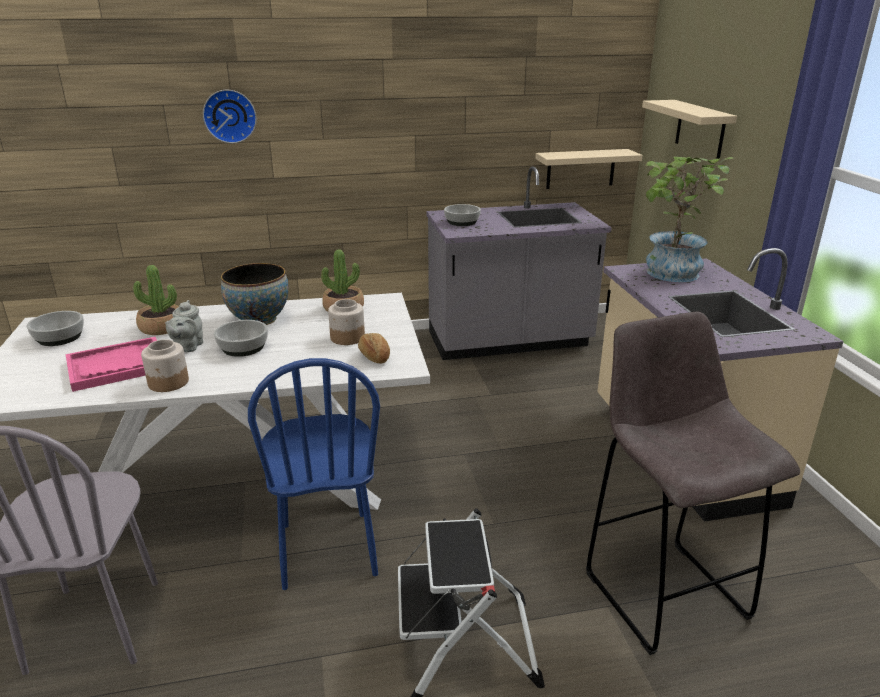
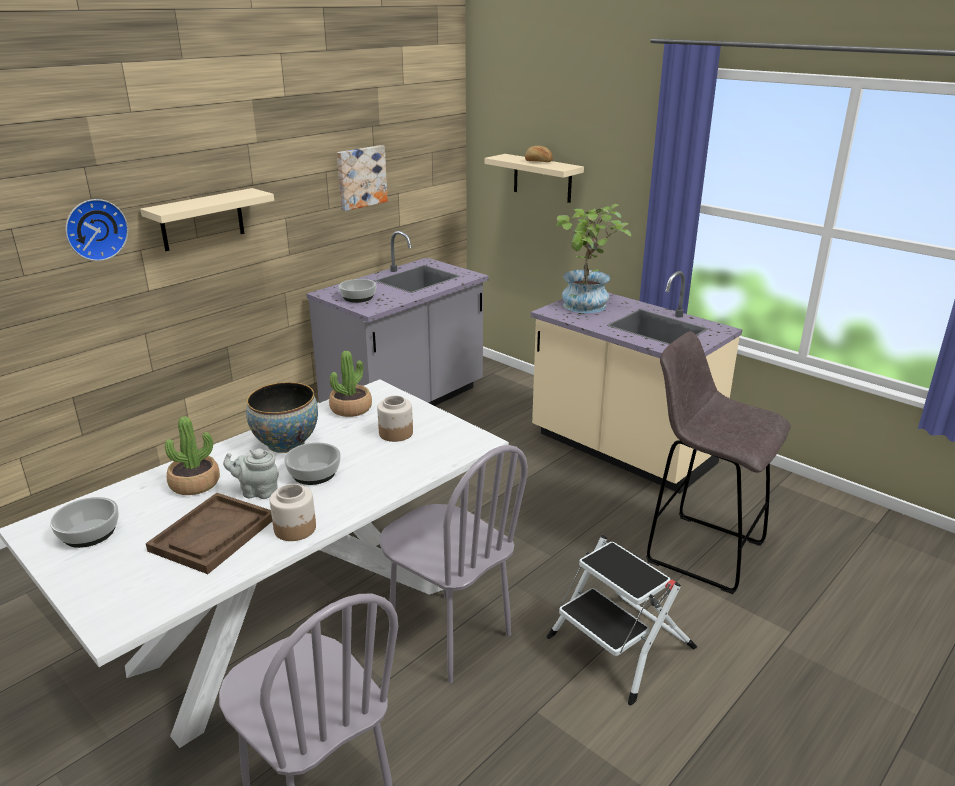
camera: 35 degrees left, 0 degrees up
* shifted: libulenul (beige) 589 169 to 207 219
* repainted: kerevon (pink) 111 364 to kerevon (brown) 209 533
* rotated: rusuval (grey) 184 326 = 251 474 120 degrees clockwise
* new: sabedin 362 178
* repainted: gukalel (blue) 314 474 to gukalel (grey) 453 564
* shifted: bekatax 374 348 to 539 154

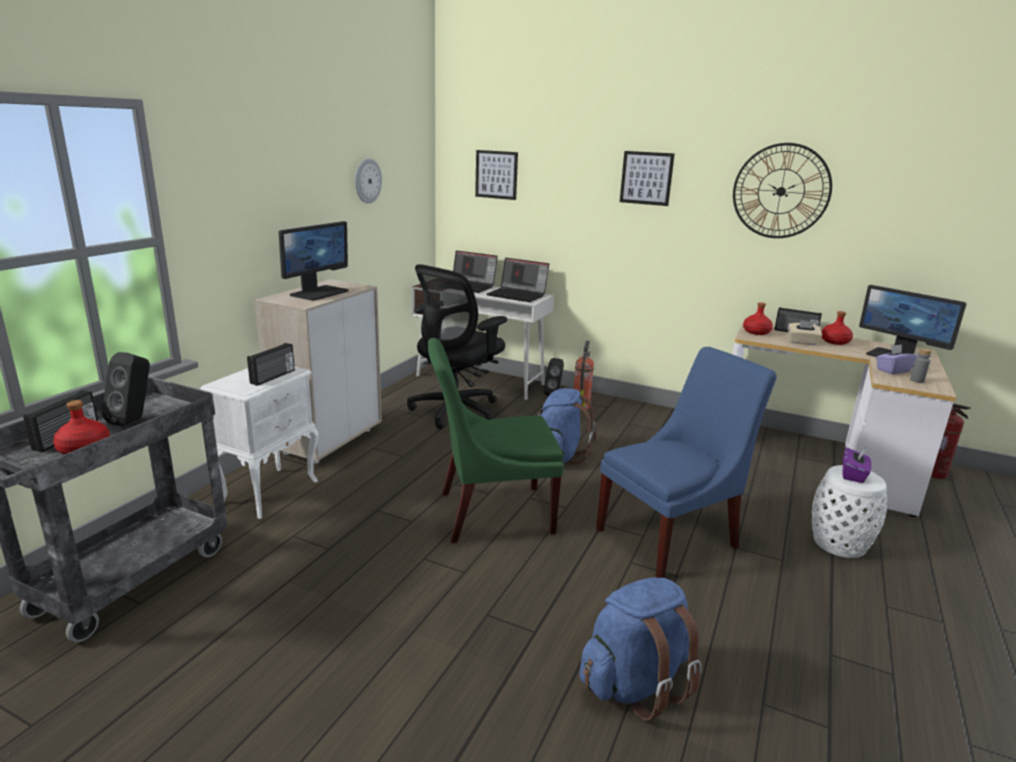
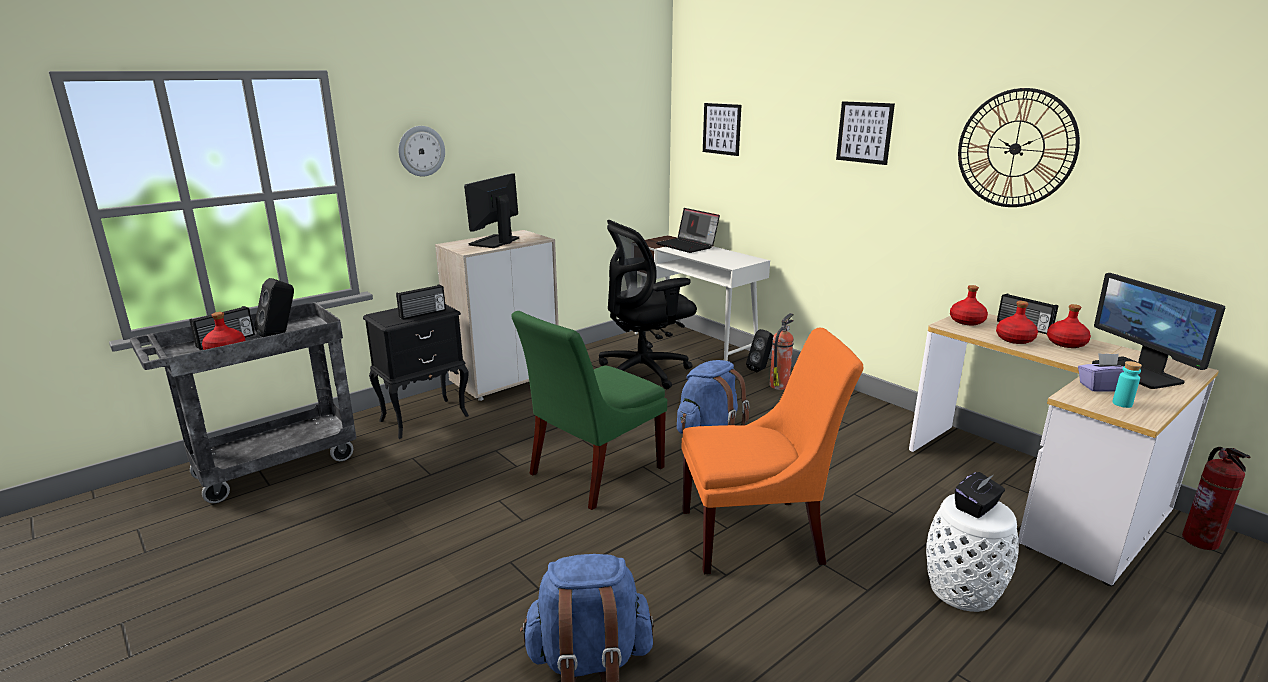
camera: 25 degrees right, 0 degrees up
* repainted: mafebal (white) 259 443 to mafebal (black) 416 371
* shifted: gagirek 368 181 to 421 151
* rotated: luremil 314 261 = 491 210 150 degrees clockwise
* rotated: gukalel (green) 496 440 = 589 410 60 degrees counterclockwise
* repainted: gukalel (blue) 686 462 to gukalel (orange) 772 451
* repainted: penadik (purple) 857 465 to penadik (black) 980 495
* swapped: penadik (beige) 805 332 to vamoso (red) 1017 322
* repainted: vamoso (grey) 921 365 to vamoso (turquoise) 1127 384
* gone: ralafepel 518 280

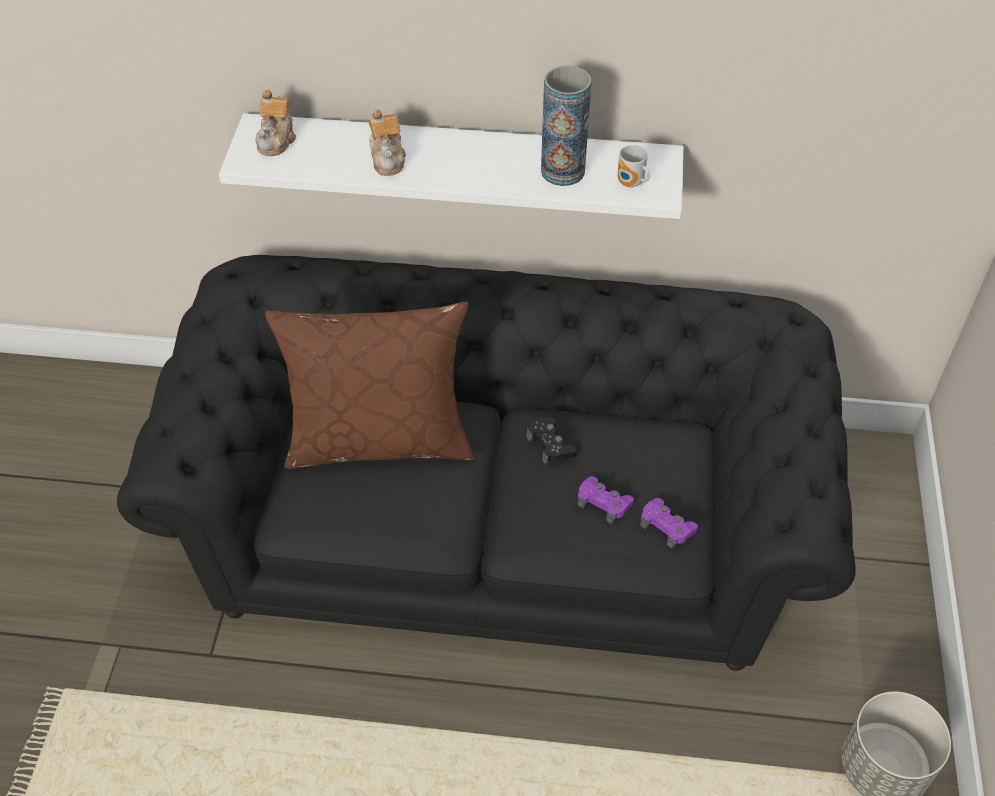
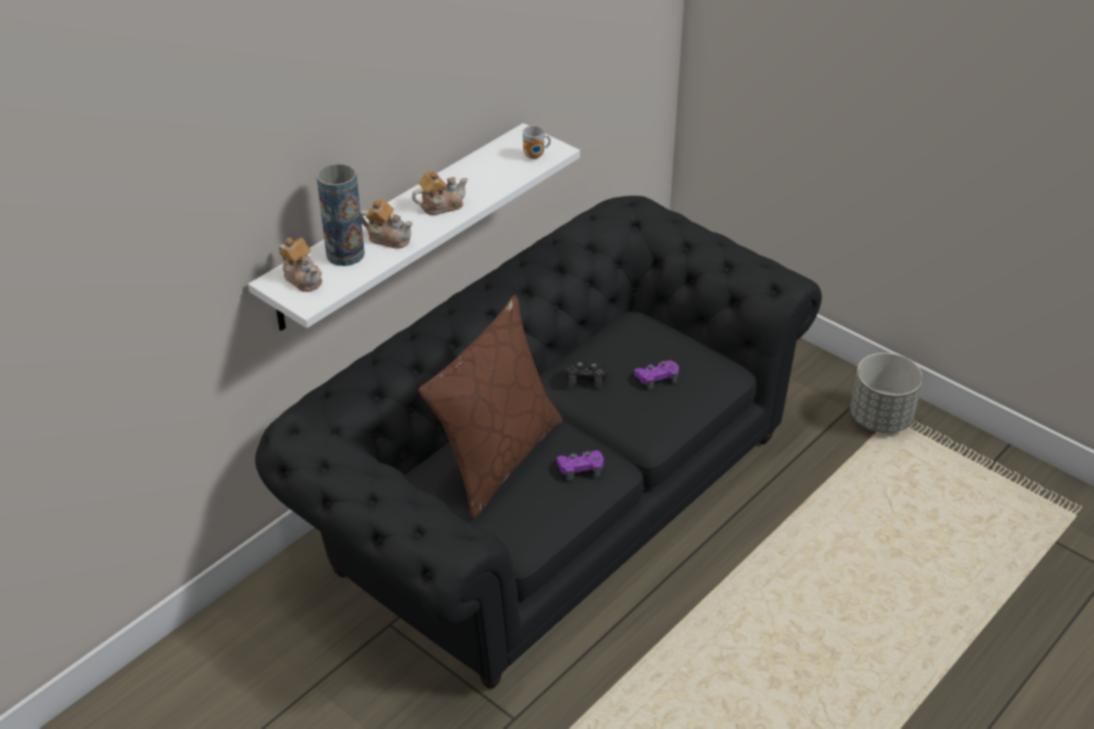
camera: 55 degrees left, 10 degrees down
* shifted: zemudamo 566 125 to 340 215
* new: rusuval 440 193
* shifted: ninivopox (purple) 669 523 to 580 465

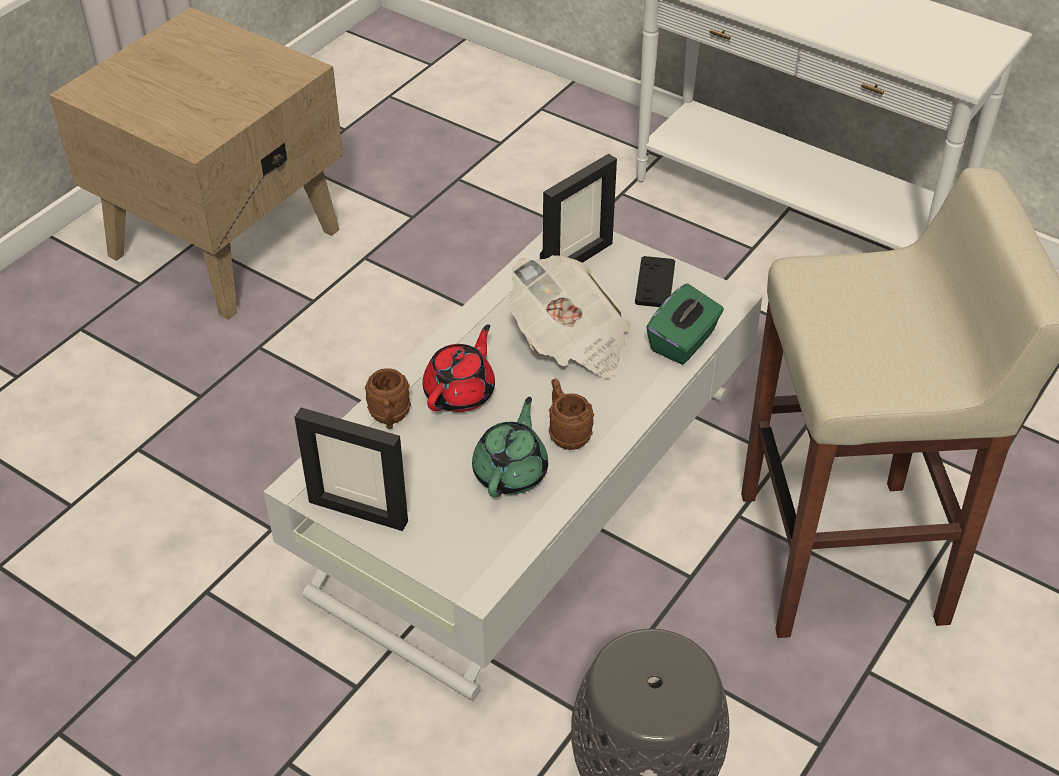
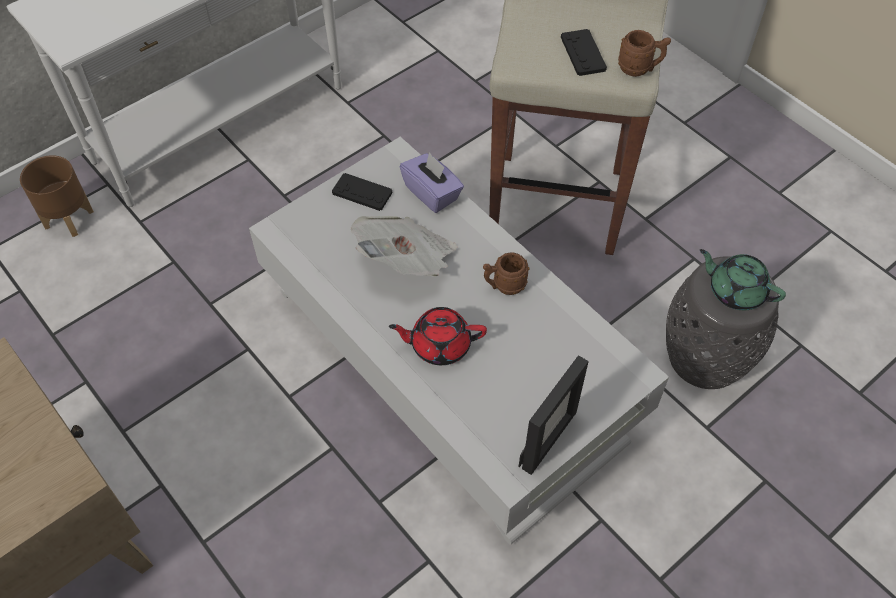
camera: 75 degrees left, 10 degrees up
* new: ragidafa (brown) 57 196
* rotated: rusuval (red) 459 368 = 438 336 45 degrees counterclockwise
* repainted: penadik (green) 685 324 to penadik (purple) 432 182
* new: ninivopox (black) 584 52
* shifted: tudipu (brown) 388 398 to 644 53
* shifted: rusuval (green) 510 447 to 743 279
* gone: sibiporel 578 208

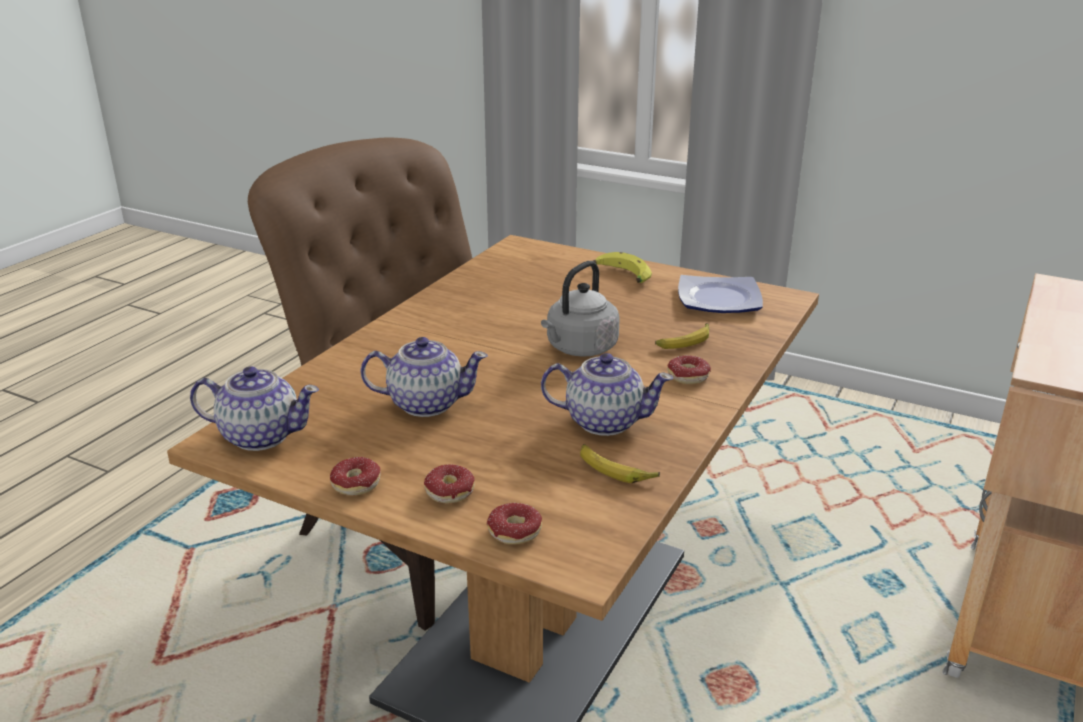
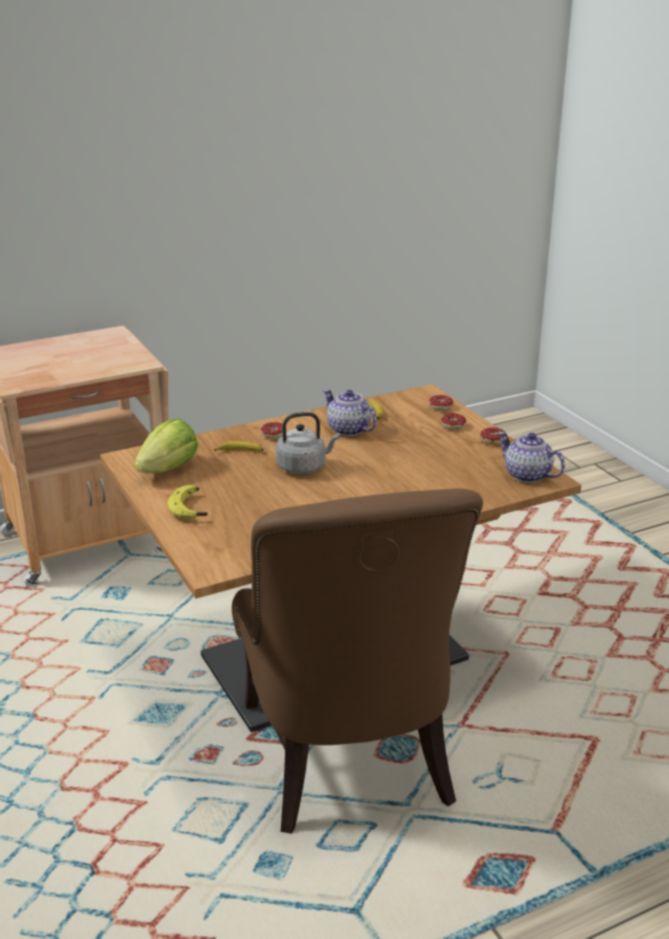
camera: 145 degrees left, 0 degrees up
* swapped: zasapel 720 294 to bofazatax 166 446
* gone: rusuval 424 377

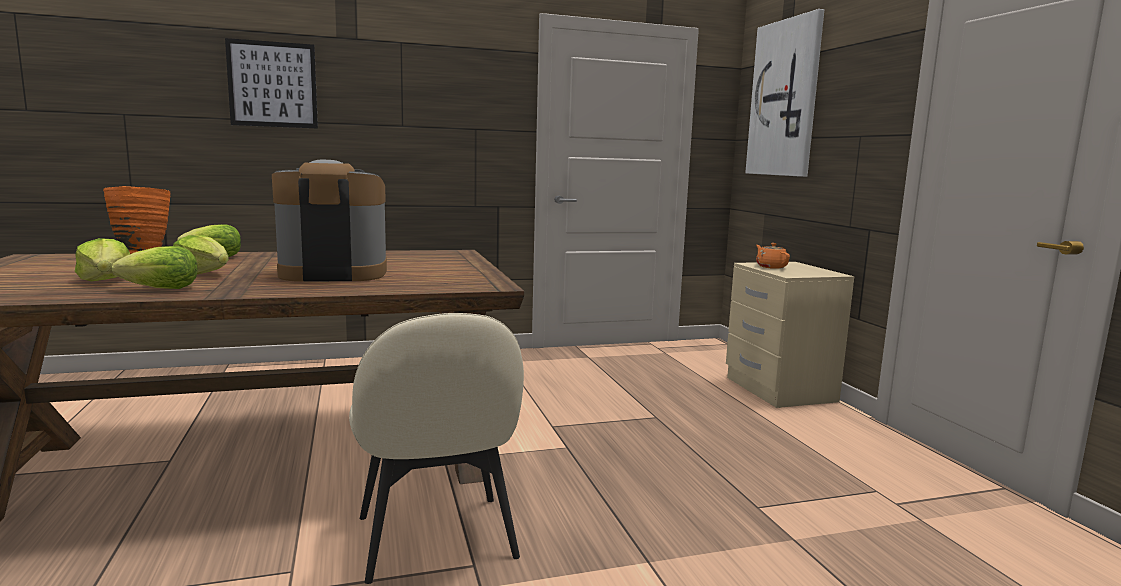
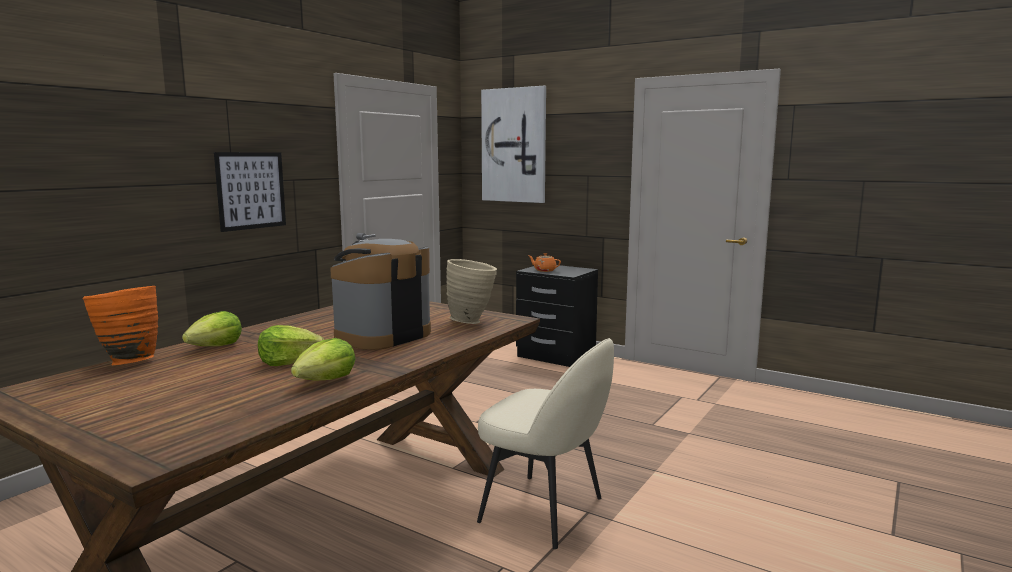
camera: 40 degrees left, 0 degrees up
* shifted: sabedin 271 83 to 250 192
* new: zemudamo (beige) 471 291
* repainted: mafebal (beige) 790 335 to mafebal (black) 557 316
* gone: bofazatax 102 259

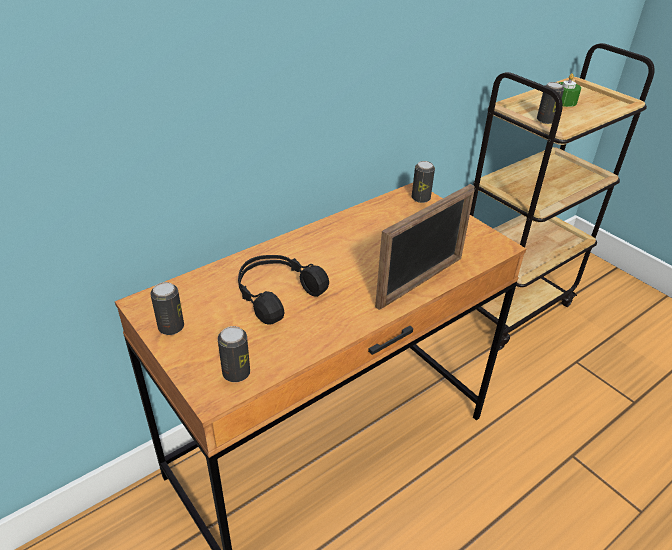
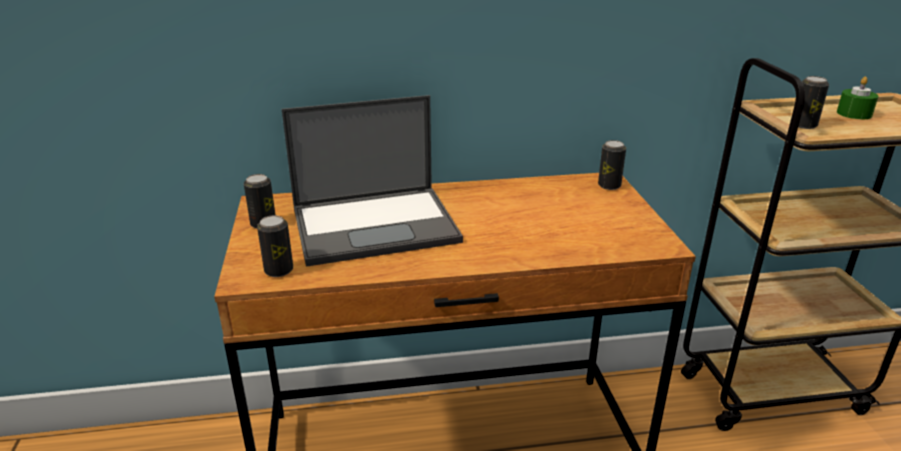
camera: 30 degrees right, 10 degrees down
* swapped: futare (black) 283 289 to ralafepel 372 181
* gone: sibiporel 425 247

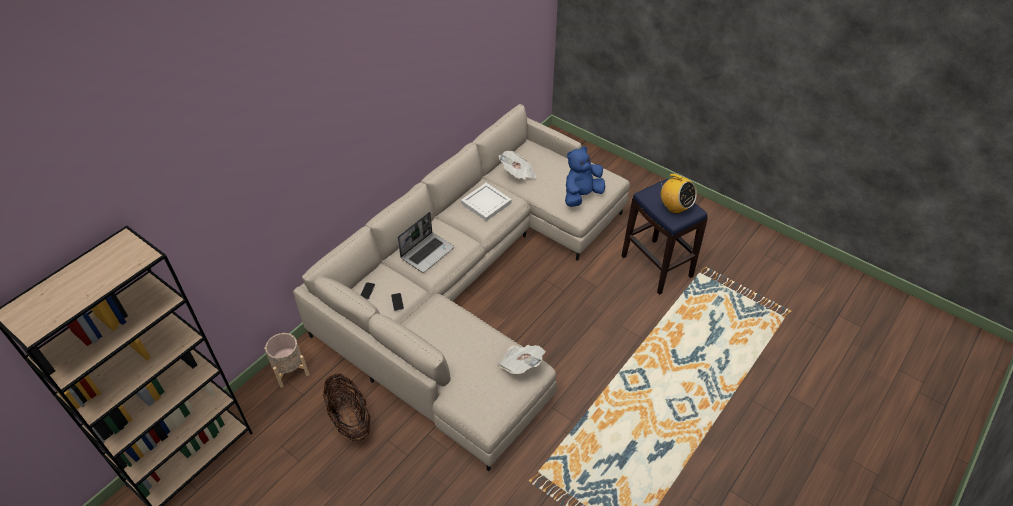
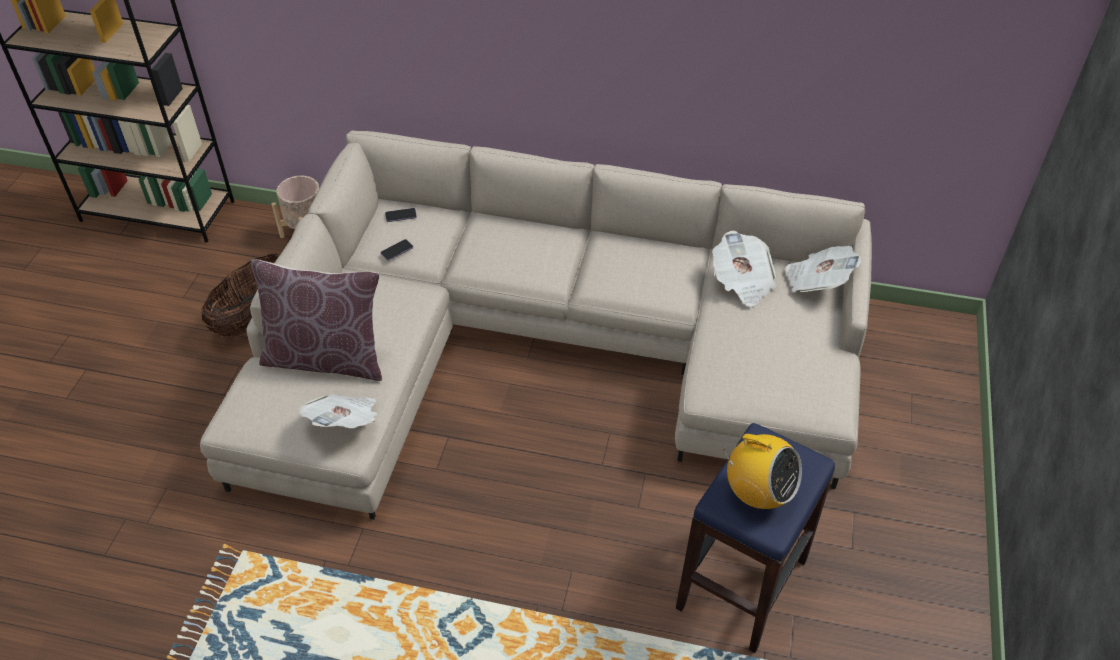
camera: 65 degrees right, 0 degrees up
* new: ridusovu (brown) 316 320
* rotated: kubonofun 678 193 = 762 471 75 degrees counterclockwise
* new: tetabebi 823 269
* gone: ralafepel 425 242
* gone: kerevon (white) 486 202
* gone: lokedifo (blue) 585 176

